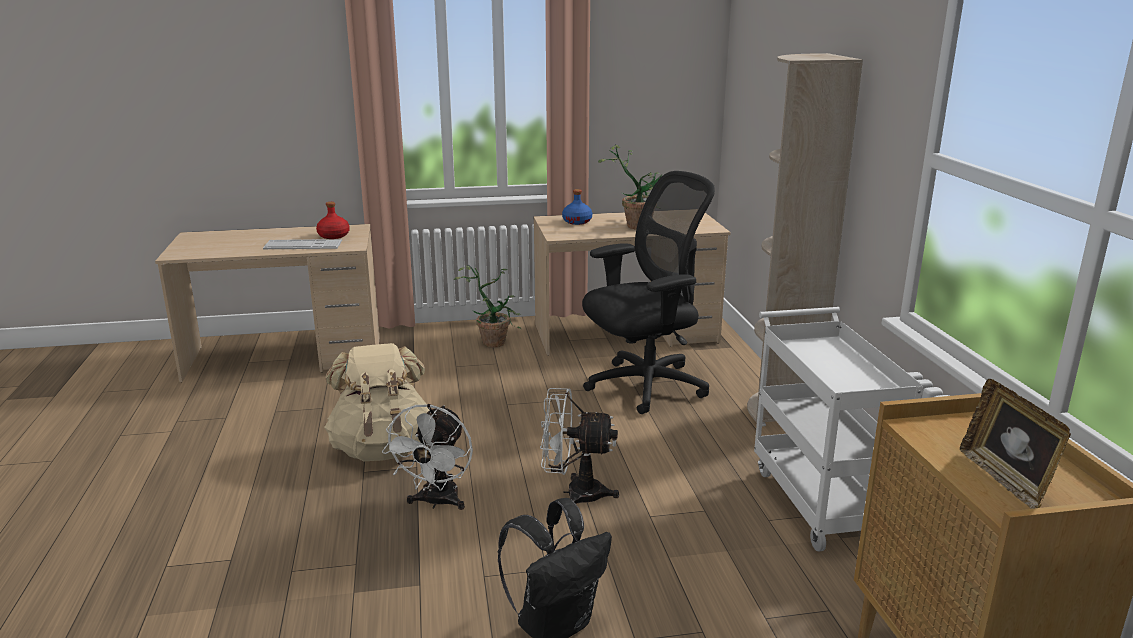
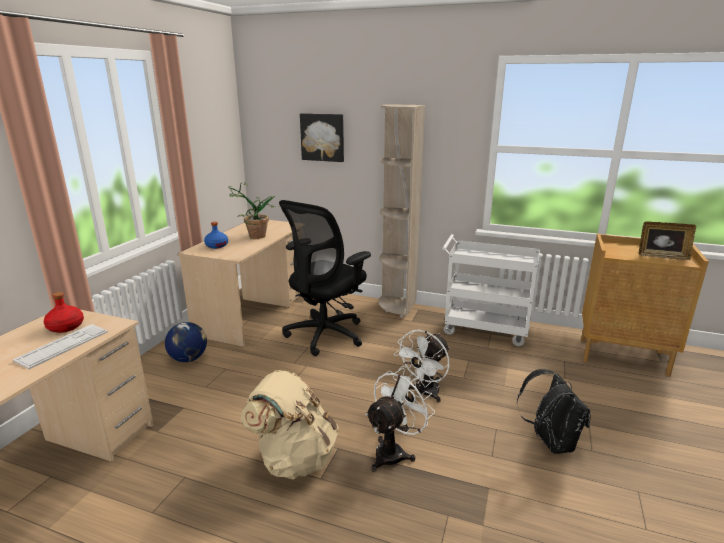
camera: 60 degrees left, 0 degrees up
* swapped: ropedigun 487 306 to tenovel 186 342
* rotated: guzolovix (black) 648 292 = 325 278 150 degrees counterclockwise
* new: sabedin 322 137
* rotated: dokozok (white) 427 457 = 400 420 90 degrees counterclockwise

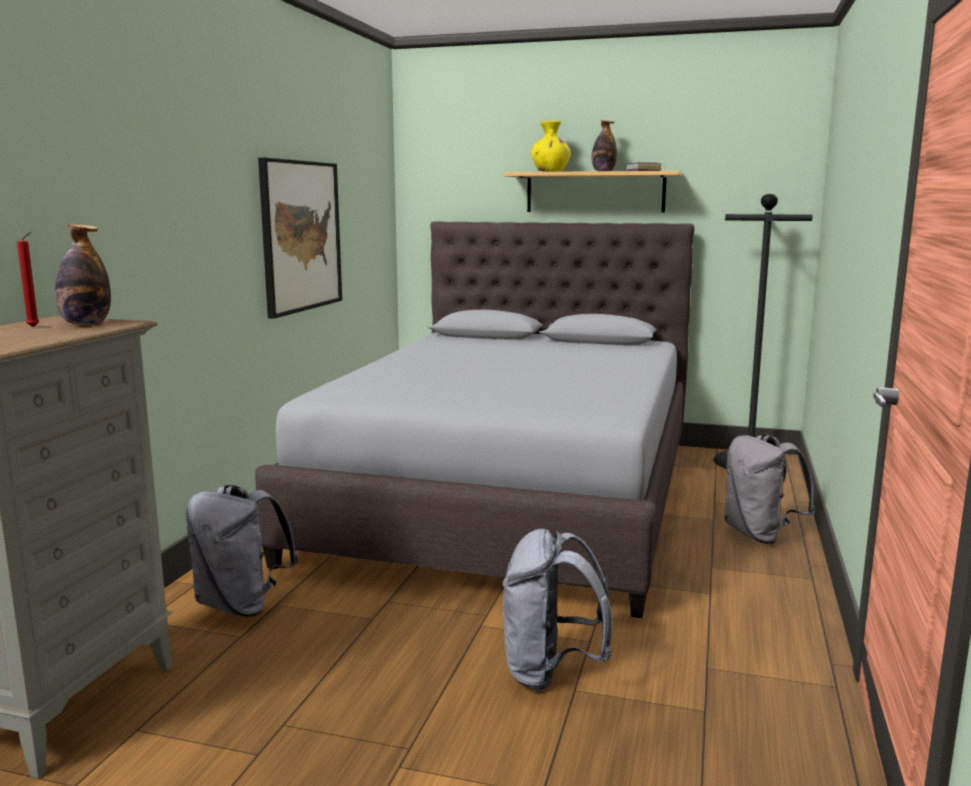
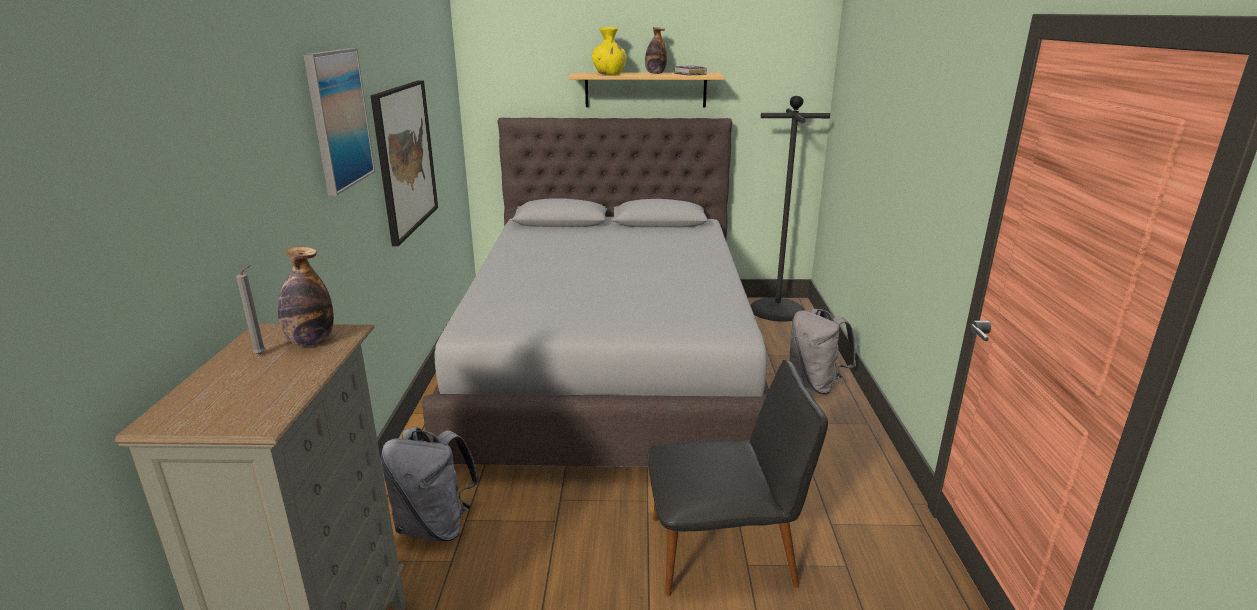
camera: 15 degrees left, 10 degrees up
* repainted: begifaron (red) 28 279 to begifaron (grey) 251 310
* new: sabedin 339 122
* swapped: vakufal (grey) 557 609 to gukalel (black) 738 478

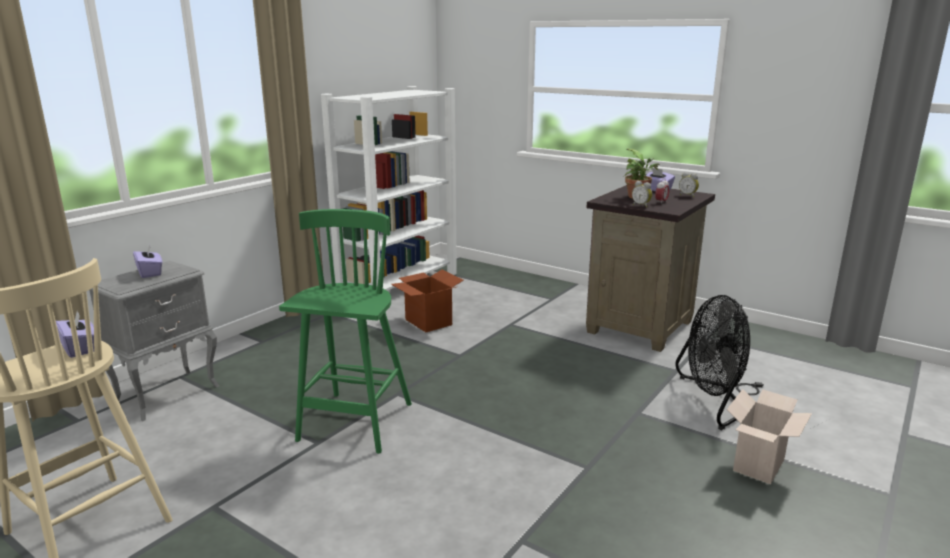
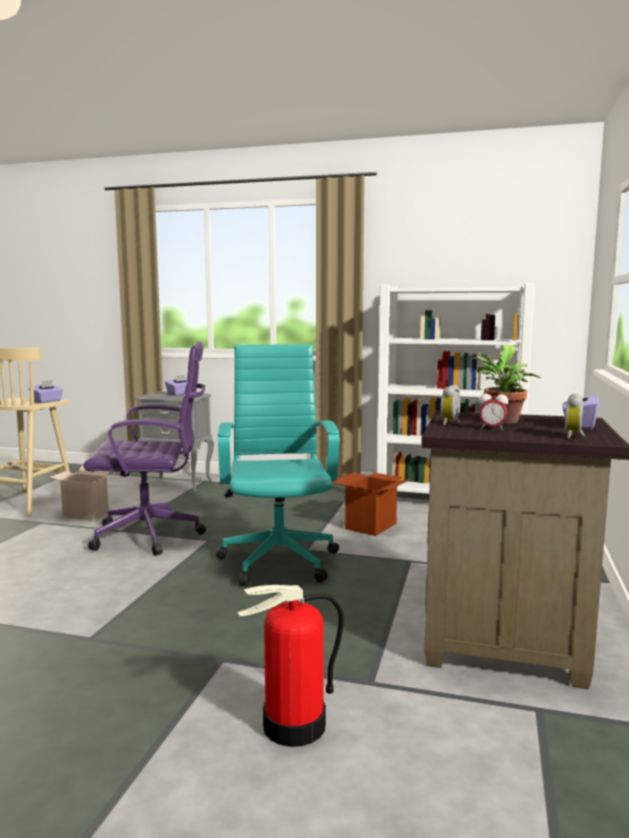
camera: 70 degrees right, 10 degrees down
* shifted: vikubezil 769 436 to 83 493
* swapped: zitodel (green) 345 331 to guzolovix (purple) 144 448
* new: guzolovix (turquoise) 278 465
* swapped: dokozok (black) 720 363 to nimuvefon 290 666

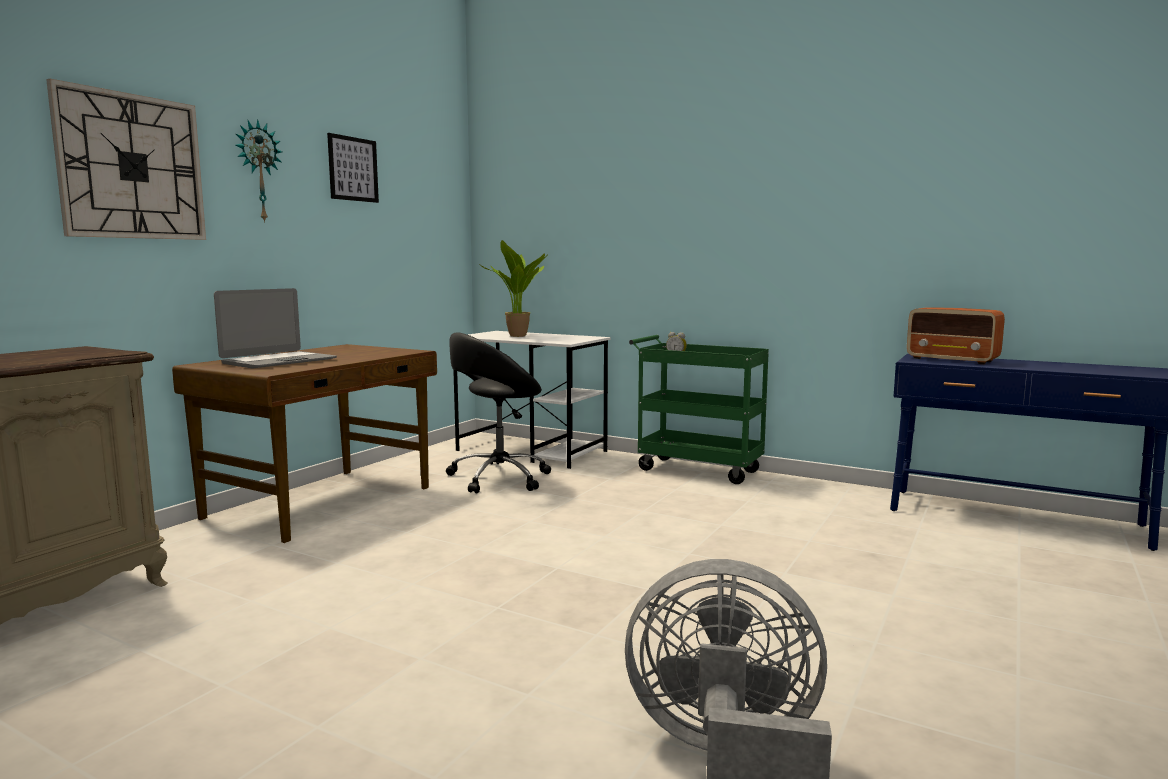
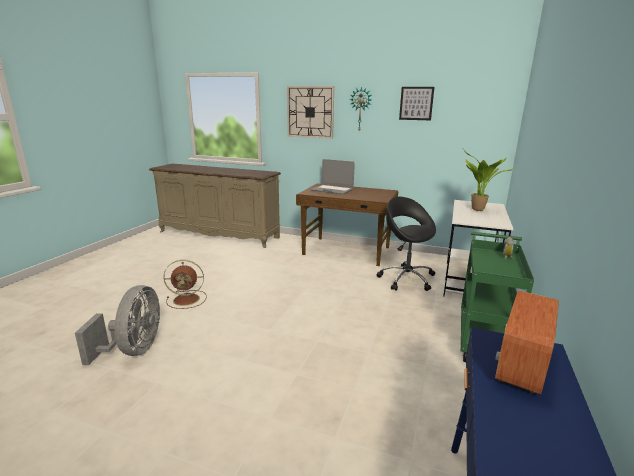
camera: 80 degrees right, 10 degrees up
* new: dokozok (brown) 185 284

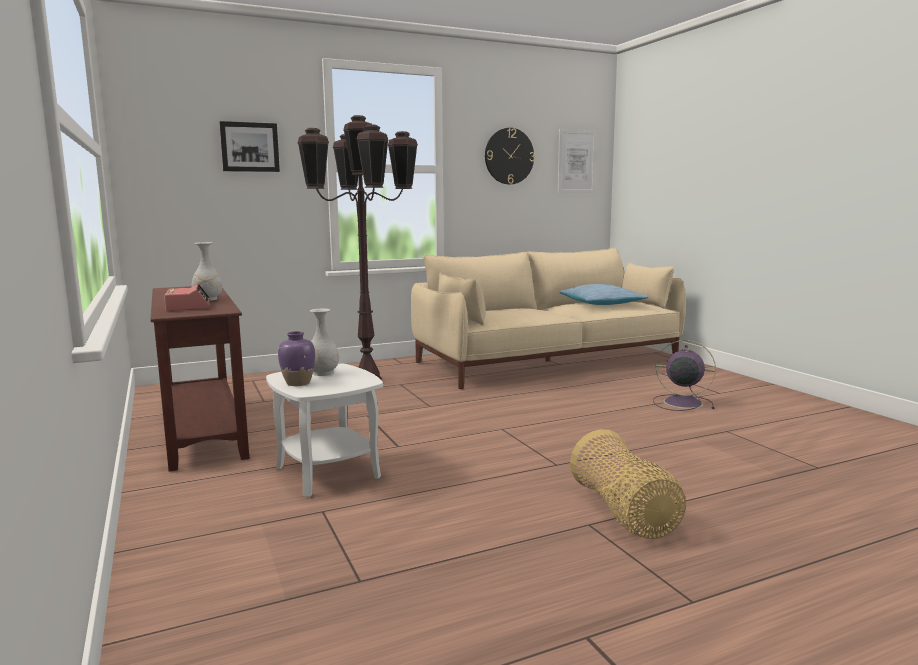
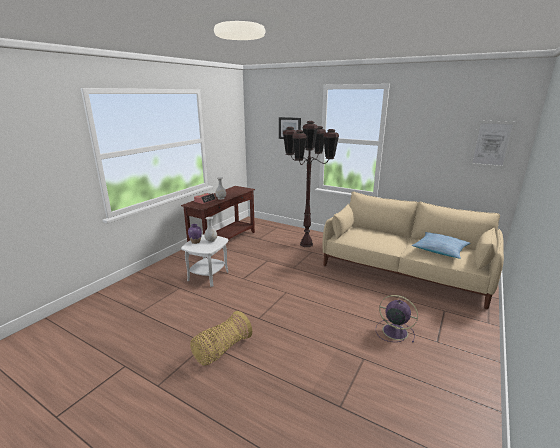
camera: 55 degrees right, 10 degrees up
* rotated: dokozok (purple) 684 375 = 397 319 45 degrees counterclockwise
* gone: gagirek 510 156

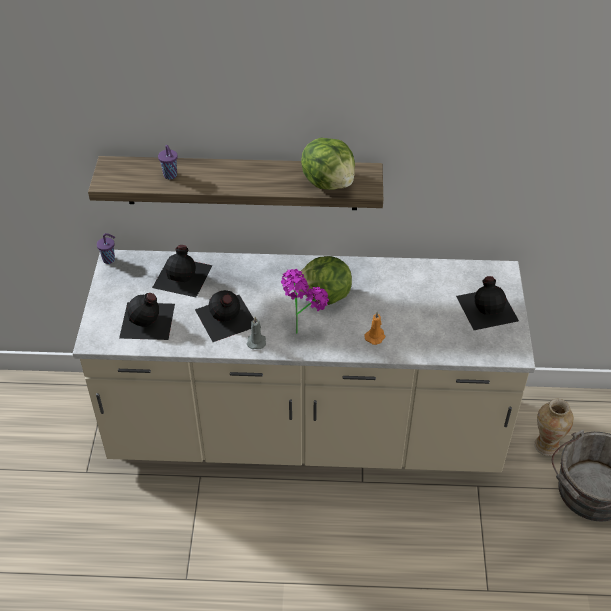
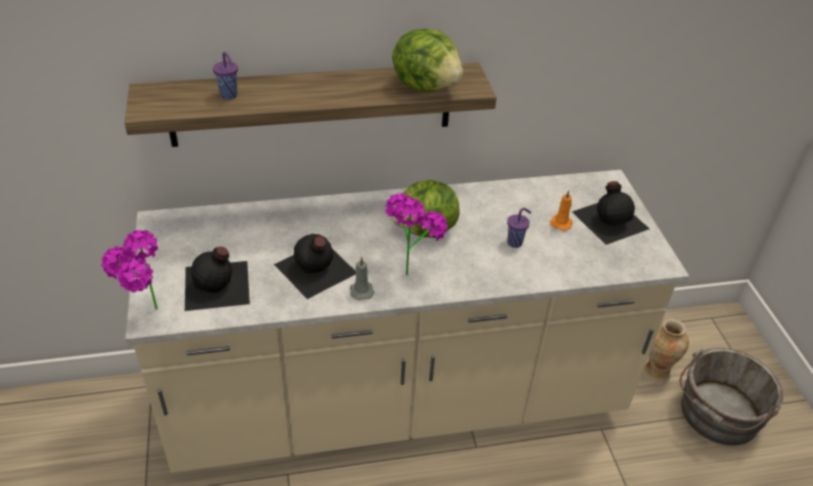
camera: 15 degrees left, 5 degrees down
* new: ropedigun 129 270
* shifted: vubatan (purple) 106 248 to 519 228
* shifted: begifaron (orange) 375 328 to 561 210
* gone: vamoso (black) 182 271

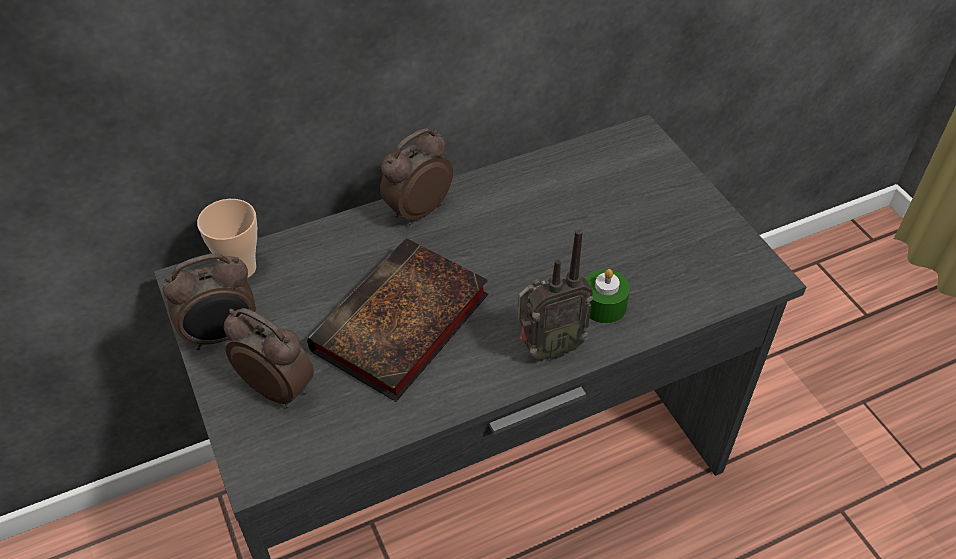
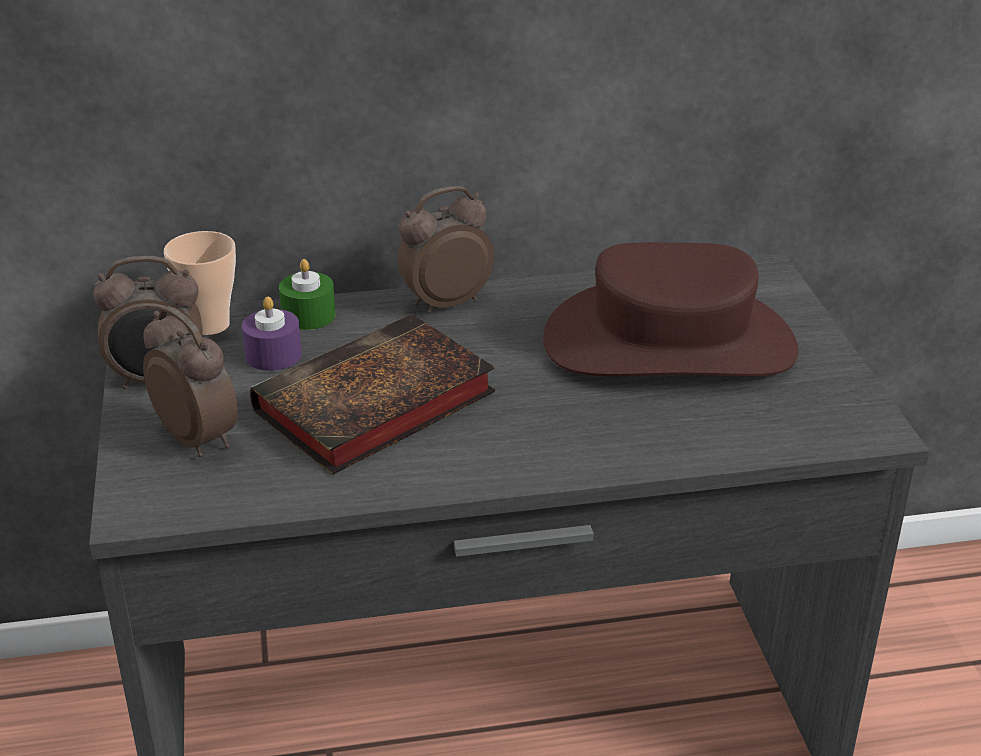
camera: 15 degrees right, 15 degrees down
* new: begifaron (purple) 272 334
* shifted: begifaron (green) 608 296 to 307 294
* new: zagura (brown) 670 309
* gone: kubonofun 555 294

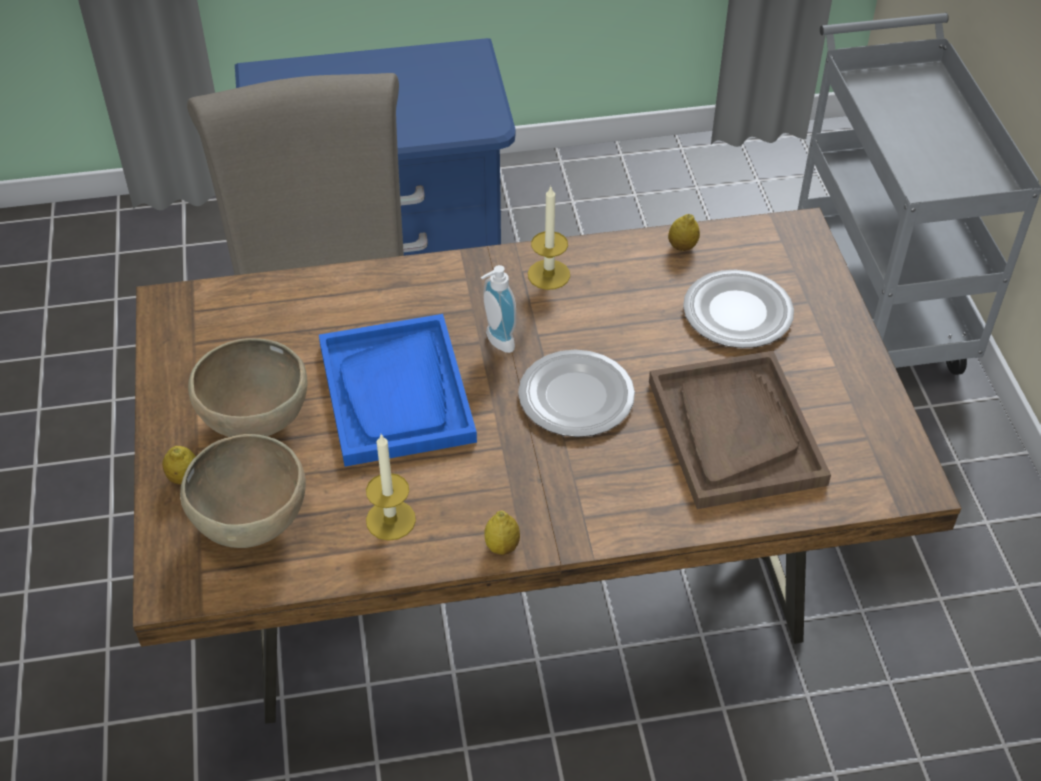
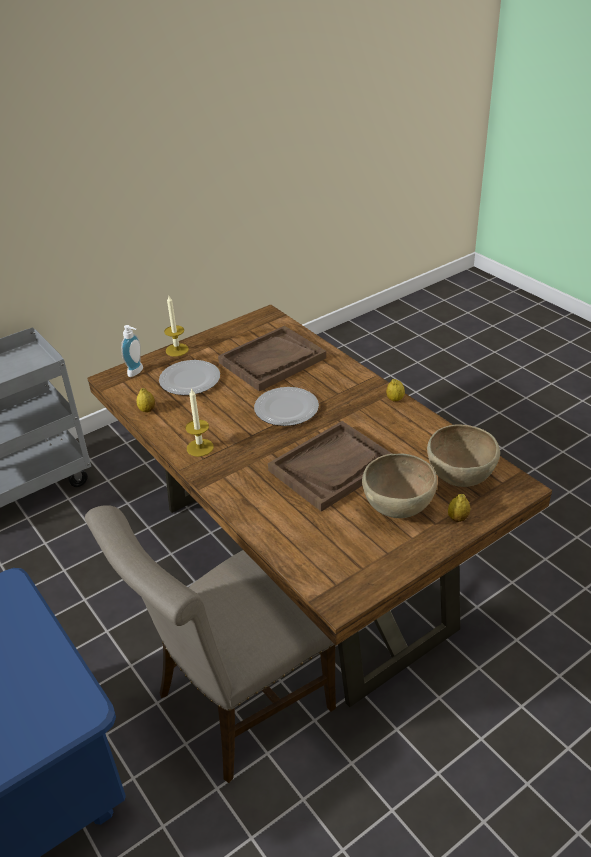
camera: 115 degrees left, 10 degrees down
* shifted: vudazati 498 309 to 132 351
* shifted: begifaron 391 487 to 176 326
* repainted: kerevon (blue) 398 390 to kerevon (brown) 330 466

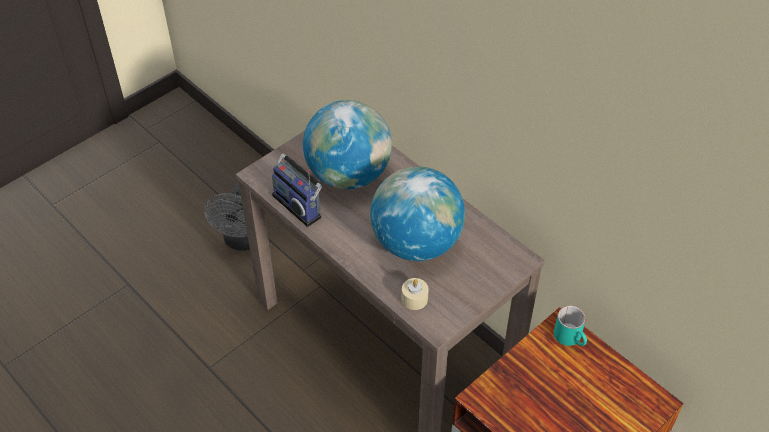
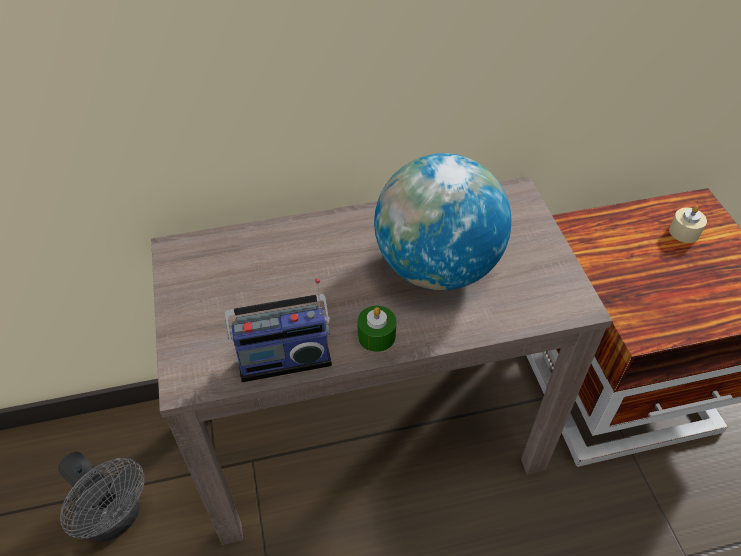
camera: 60 degrees left, 0 degrees up
* new: begifaron (green) 376 329
* shifted: begifaron (beige) 415 294 to 688 224
* gone: tenovel 347 144
* gone: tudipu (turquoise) 570 326

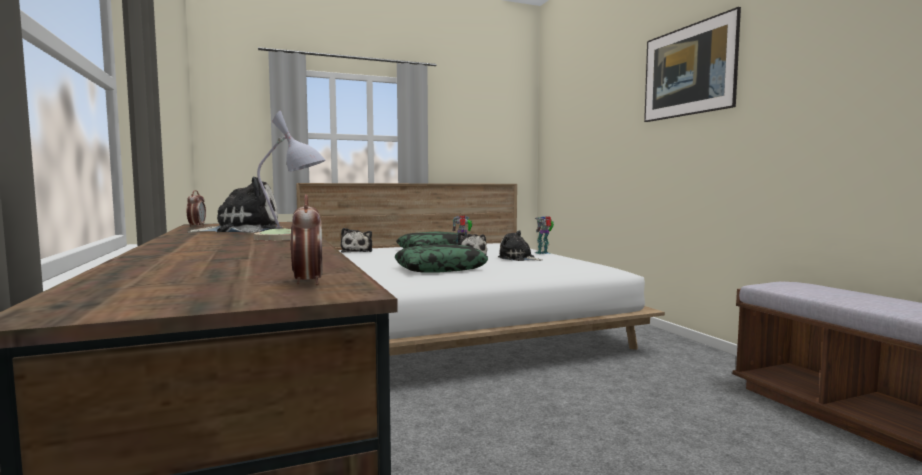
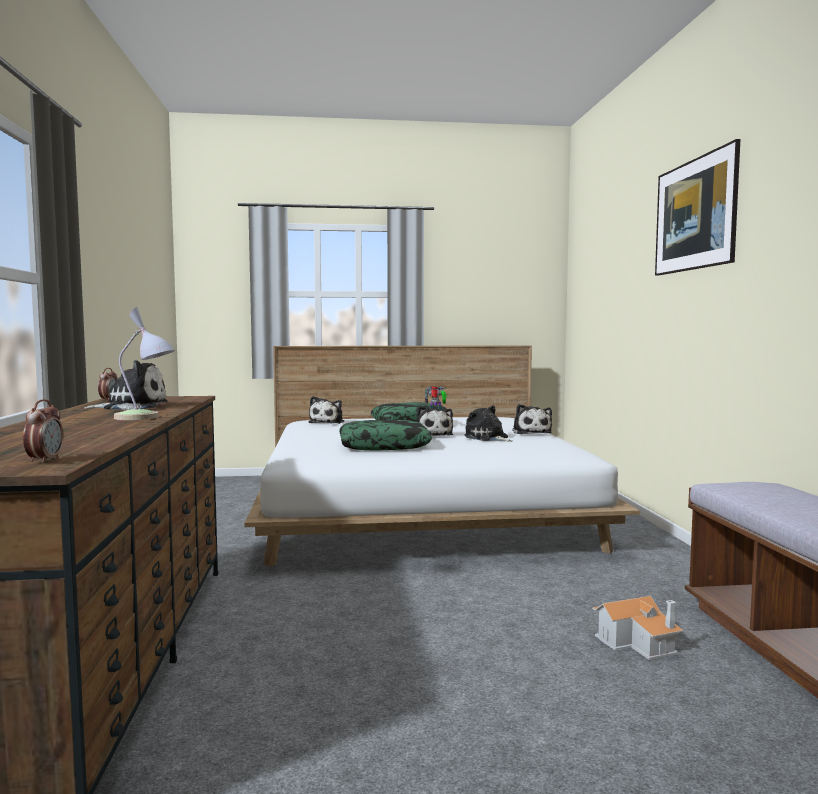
camera: 15 degrees right, 0 degrees up
* swapped: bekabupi 544 235 to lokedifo 532 419
* new: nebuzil 637 628

